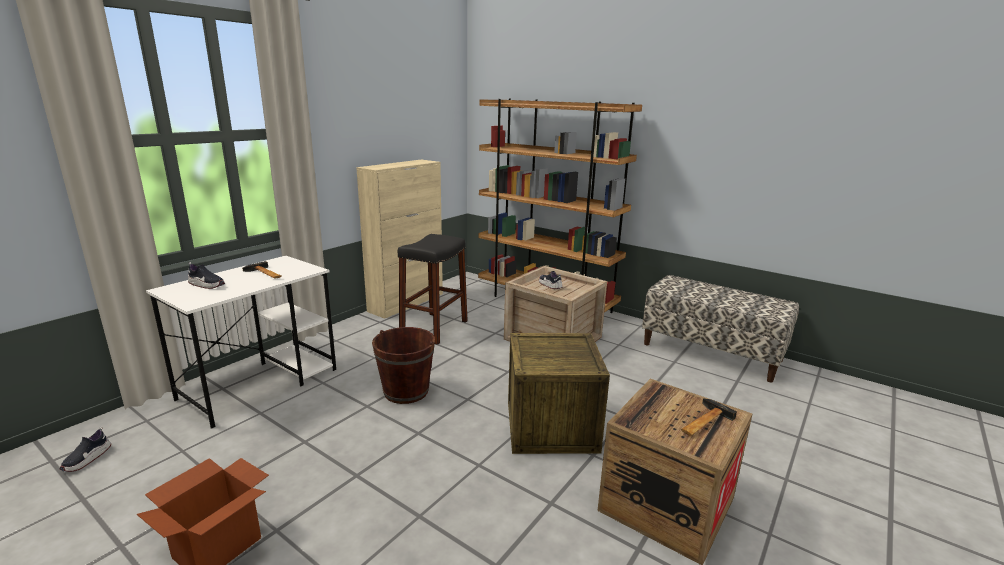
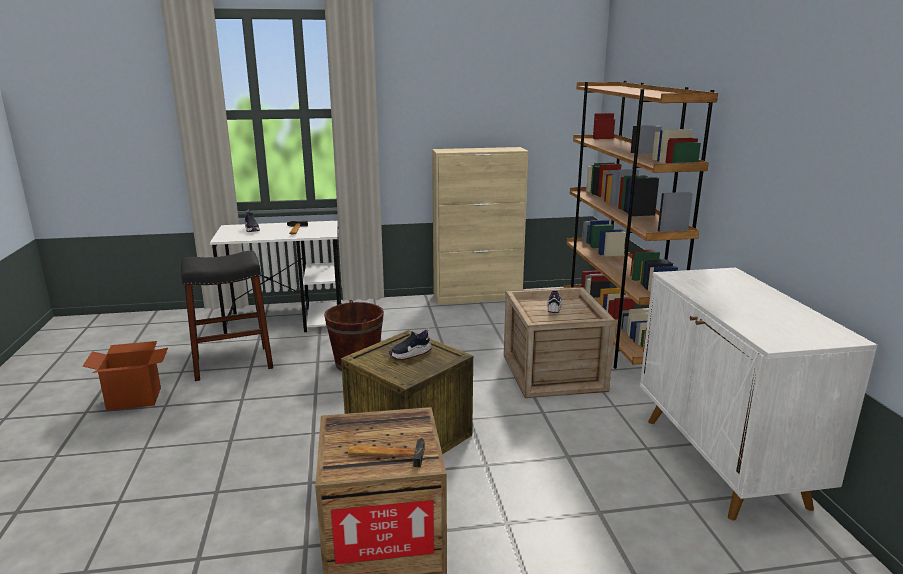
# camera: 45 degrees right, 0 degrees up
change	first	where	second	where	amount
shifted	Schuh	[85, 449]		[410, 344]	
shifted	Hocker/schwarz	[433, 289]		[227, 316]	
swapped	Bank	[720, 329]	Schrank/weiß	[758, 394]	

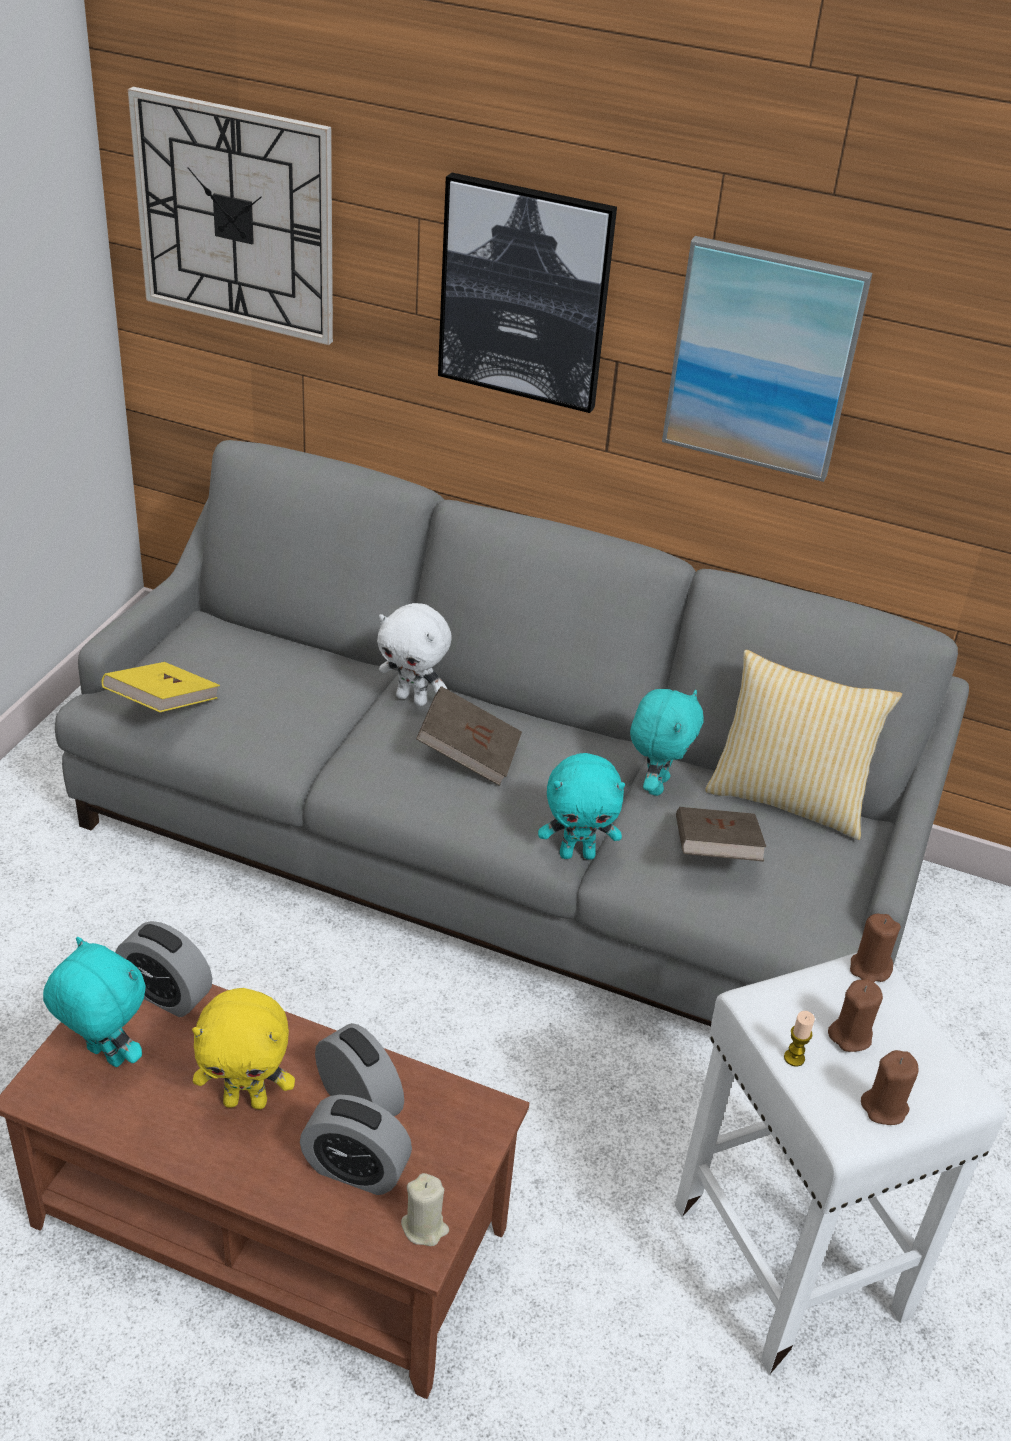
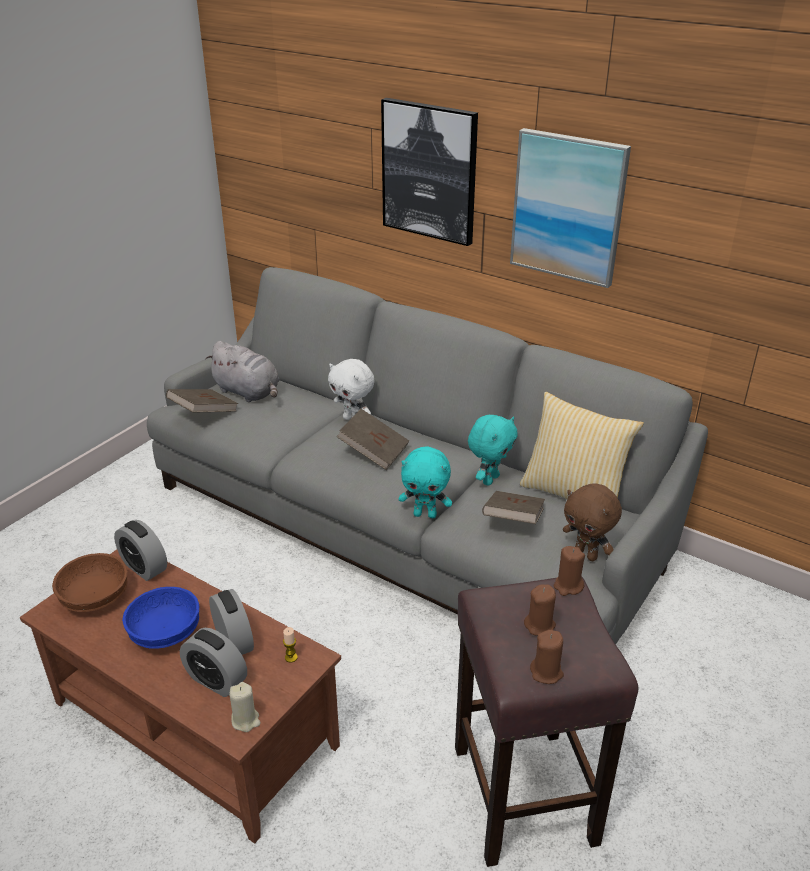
# camera: 15 degrees right, 5 degrees down
change	first	where	second	where	amount
gone	Wanduhr	[230, 216]			
new			Plüschtier/grau	[242, 371]	
new			Plüschtier/braun	[592, 522]	
shifted	Kerze	[799, 1039]		[290, 645]	
swapped	Plüschtier/türkis	[94, 1002]	Schüssel/braun	[90, 582]	
swapped	Plüschtier/gelb	[243, 1048]	Schüssel/blau	[160, 618]	
repainted	Buch/gelb	[161, 687]	Buch/braun	[202, 401]	
repainted	Hocker/weiß	[840, 1164]	Hocker/braun	[546, 722]	

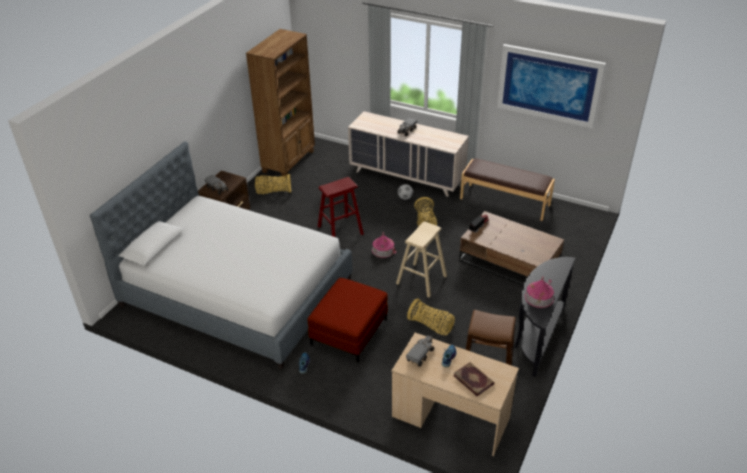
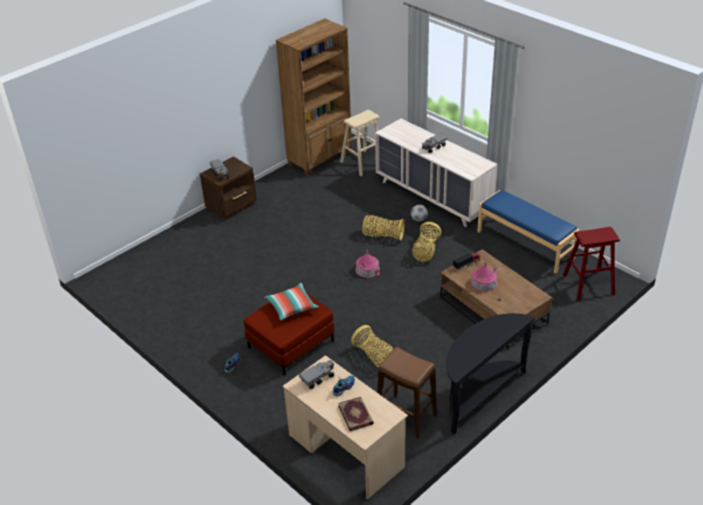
# camera: 20 degrees right, 0 degrees up
change	first	where	second	where	amount
gone	Bett	[221, 255]			
gone	Bild	[551, 86]			
new			Kissen	[291, 302]	
shifted	Korb	[273, 184]		[383, 228]	
shifted	Hocker/rot	[341, 207]		[591, 264]	
shifted	Hocker/beige	[421, 260]		[360, 143]	
shifted	Spielzeughaus	[539, 292]		[483, 277]	
repainted	Bank/braun	[507, 189]	Bank/blau	[528, 232]	

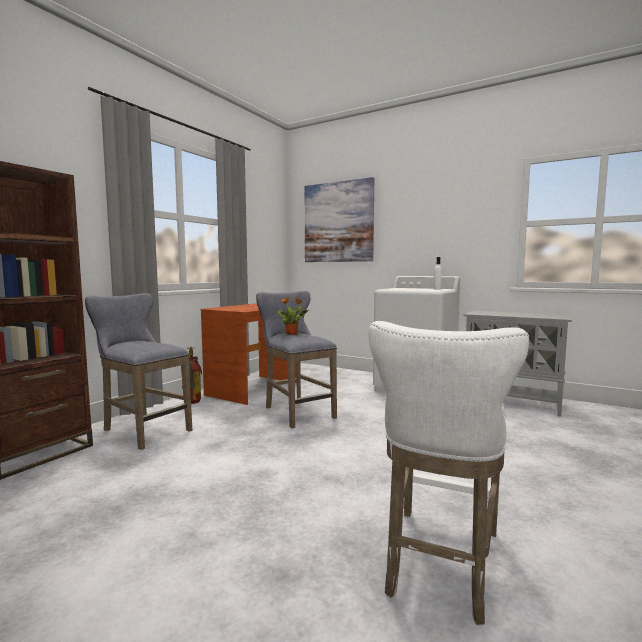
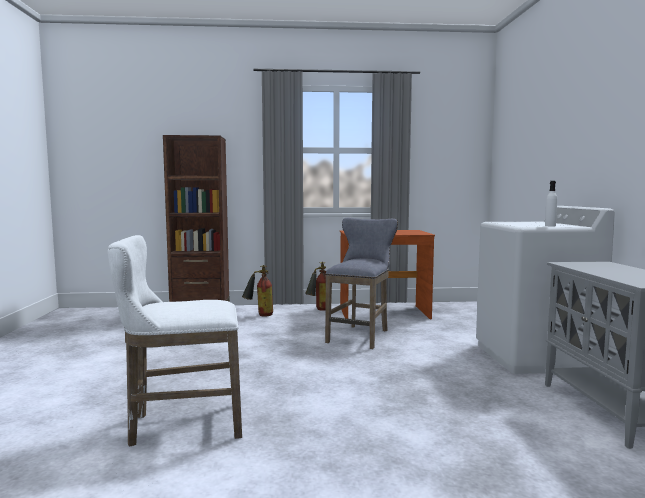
# camera: 55 degrees right, 0 degrees up
change	first	where	second	where	amount
gone	Topfpflanze	[292, 316]			
gone	Bild	[339, 219]			
swapped	Hocker/grau	[139, 371]	Feuerlöscher	[257, 291]	

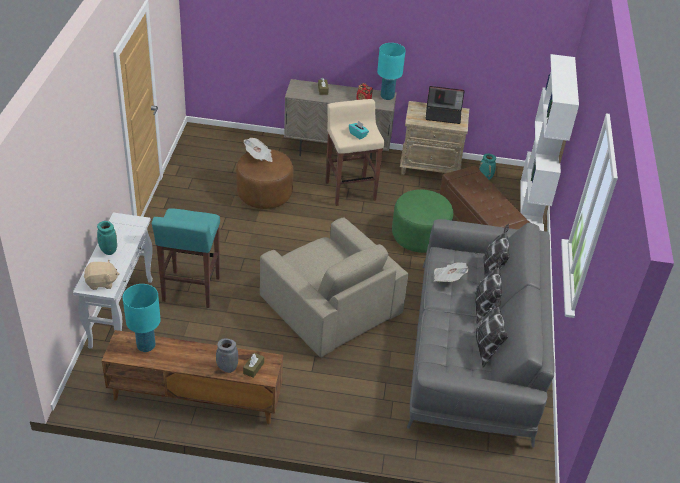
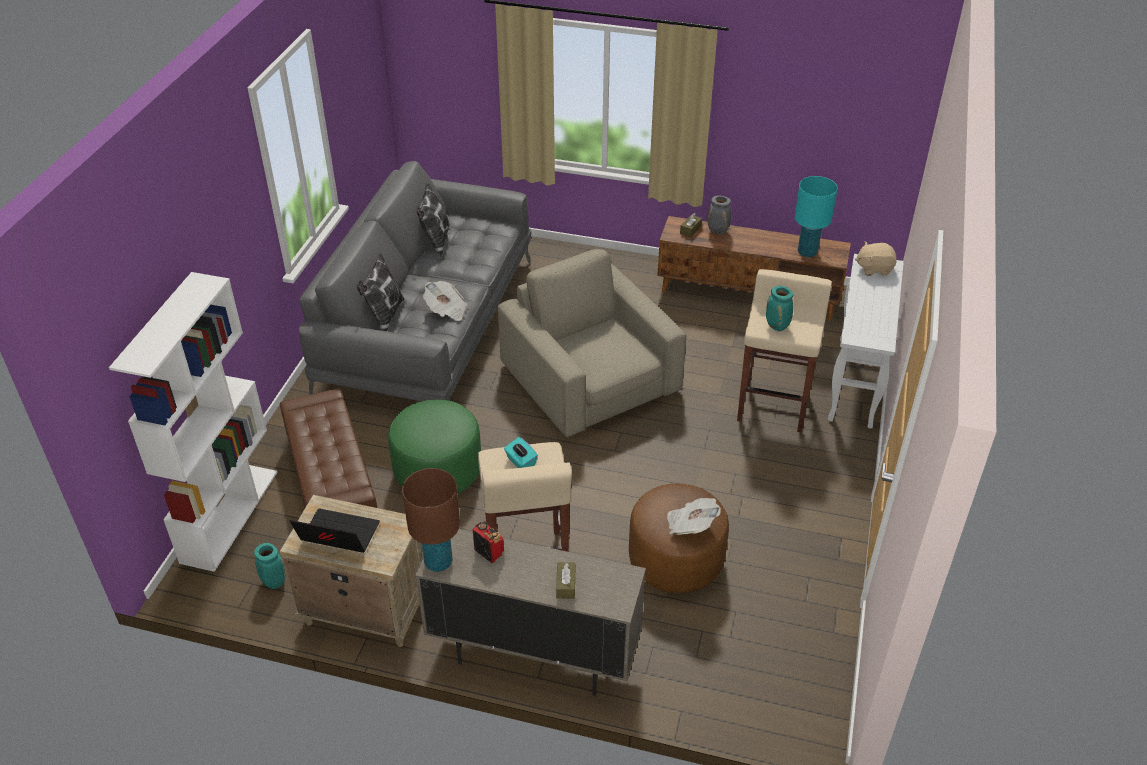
# camera: 170 degrees left, 0 degrees up
change	first	where	second	where	amount
gone	Kissen	[488, 291]			
shifted	Vase/türkis	[107, 238]		[779, 308]	
repainted	Hocker/türkis	[186, 258]	Hocker/beige	[784, 350]	
repainted	Tischlampe/türkis	[391, 71]	Tischlampe/braun	[431, 520]	

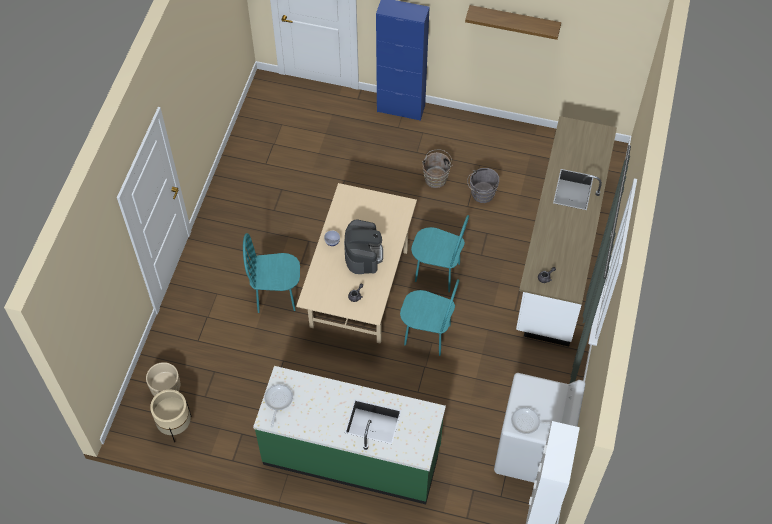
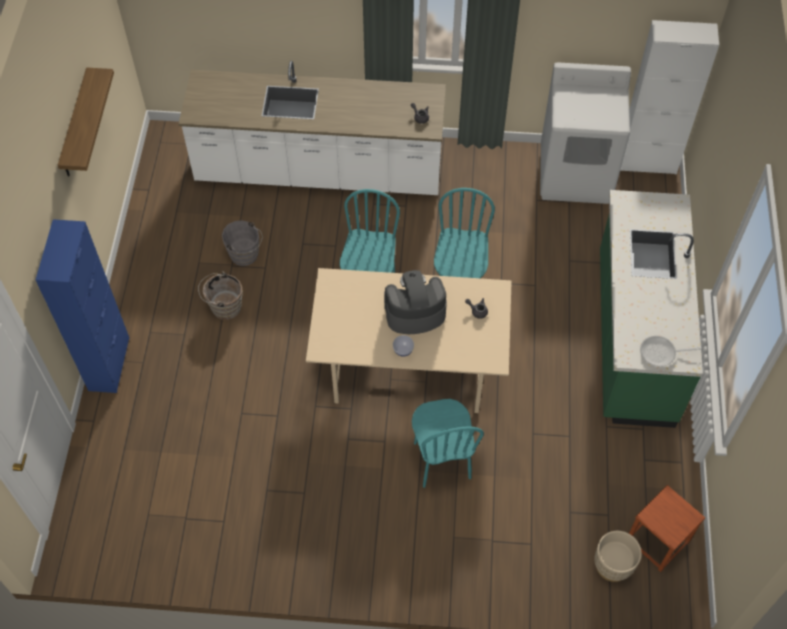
# camera: 100 degrees left, 0 degrees up
change	first	where	second	where	amount
gone	Pfanne	[531, 420]			
swapped	Pflanzkübel/beige	[171, 415]	Hocker/braun	[667, 528]	

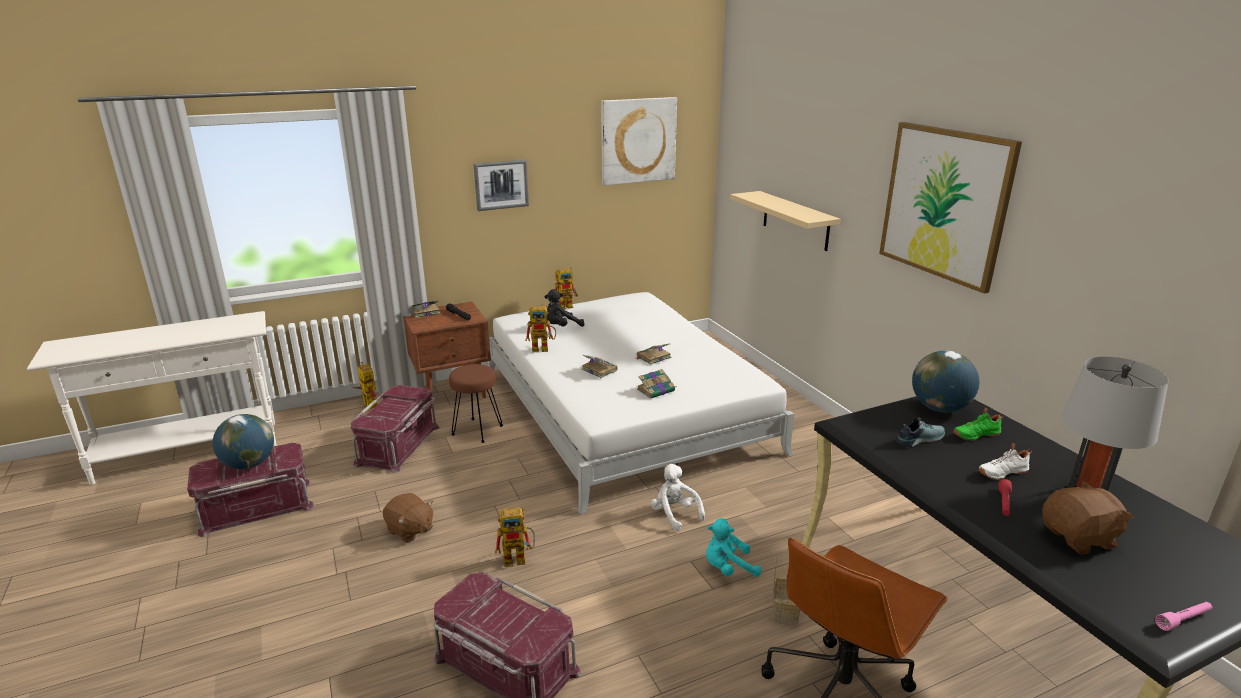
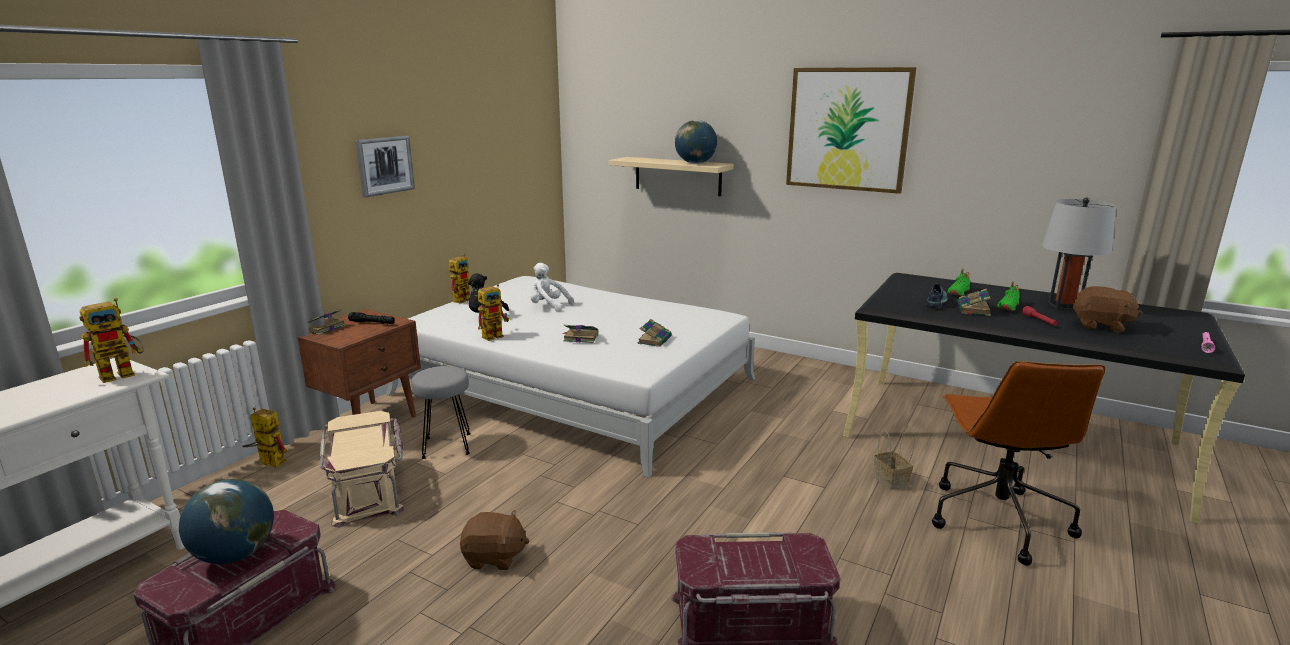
# camera: 35 degrees left, 5 degrees down
change	first	where	second	where	amount
gone	Bild	[639, 141]			
gone	Plüschtier/türkis	[733, 547]			
shifted	Spielzeugroboter	[515, 537]		[111, 340]	
shifted	Buch	[654, 354]		[974, 302]	
shifted	Plüschtier/weiß	[678, 497]		[552, 287]	
shifted	Globus	[945, 381]		[696, 142]	
repainted	Aufbewahrungsbox/rot	[395, 429]	Aufbewahrungsbox/beige	[362, 469]	
repainted	Hocker/braun	[476, 403]	Hocker/grau	[441, 412]	
repainted	Schuh/weiß	[1005, 461]	Schuh/grün	[1008, 296]	
rotated	Plüschtier/braun	[1088, 518]		[1107, 309]	75 degrees clockwise

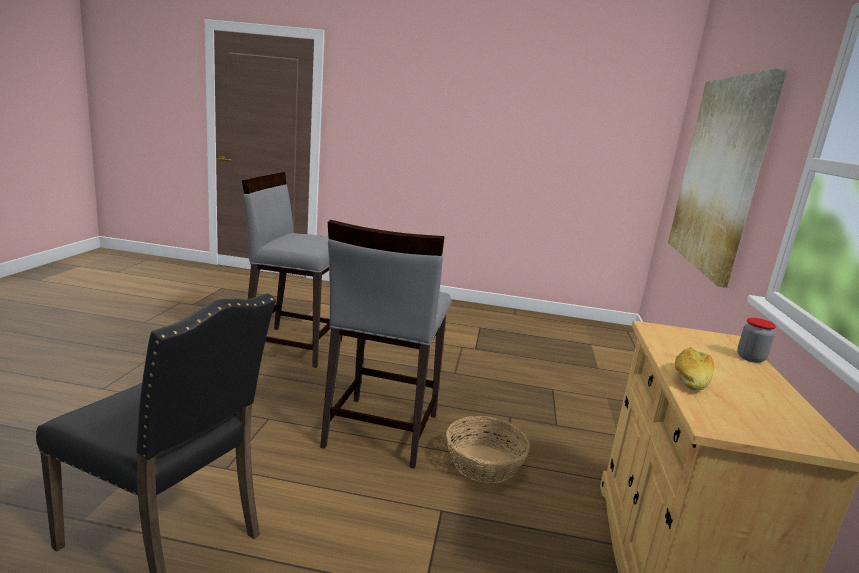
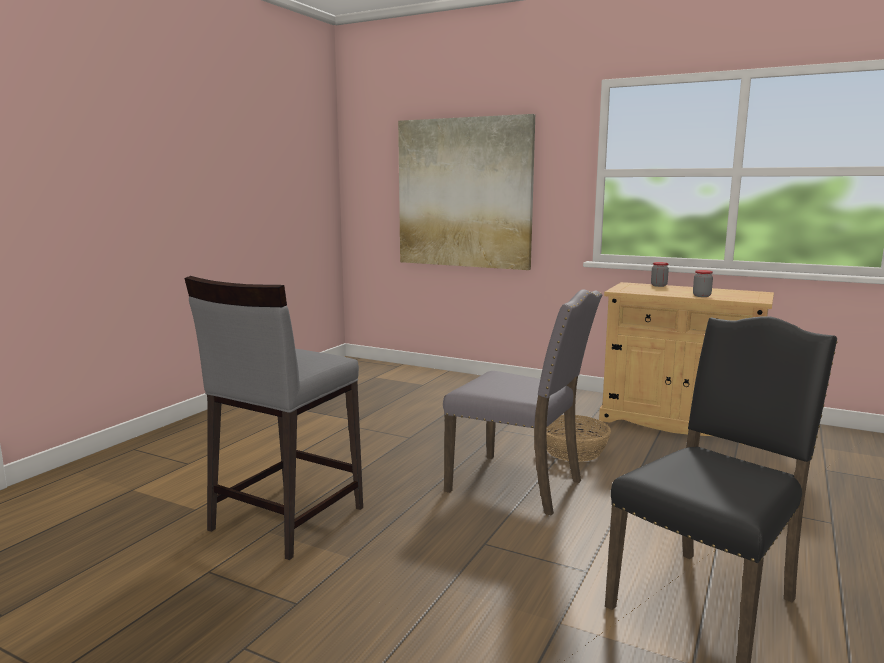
# camera: 70 degrees left, 5 degrees down
change	first	where	second	where	amount
swapped	Hocker/grau	[385, 344]	Stuhl/grau	[523, 403]	
swapped	Brot	[694, 369]	Vorratsglas	[703, 283]	

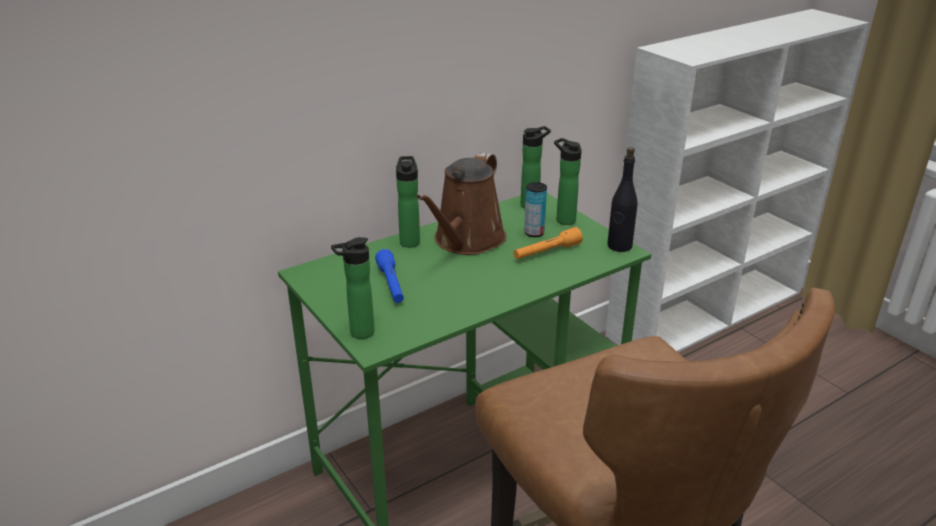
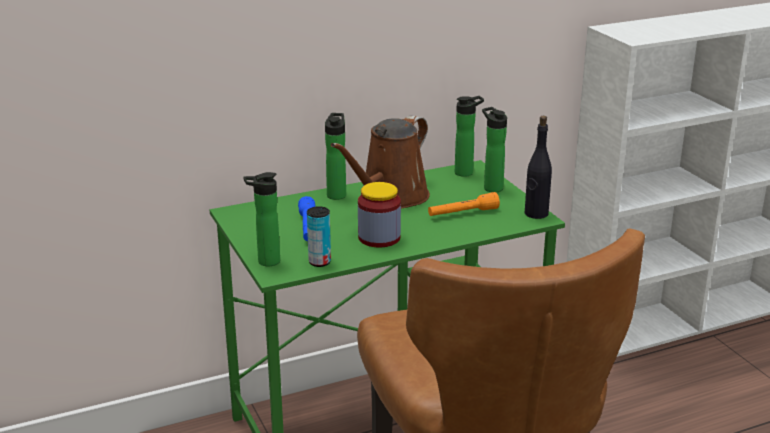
# camera: 10 degrees right, 5 degrees down
change	first	where	second	where	amount
new			Vorratsglas	[379, 215]	
shifted	Dose	[535, 209]		[319, 236]	

